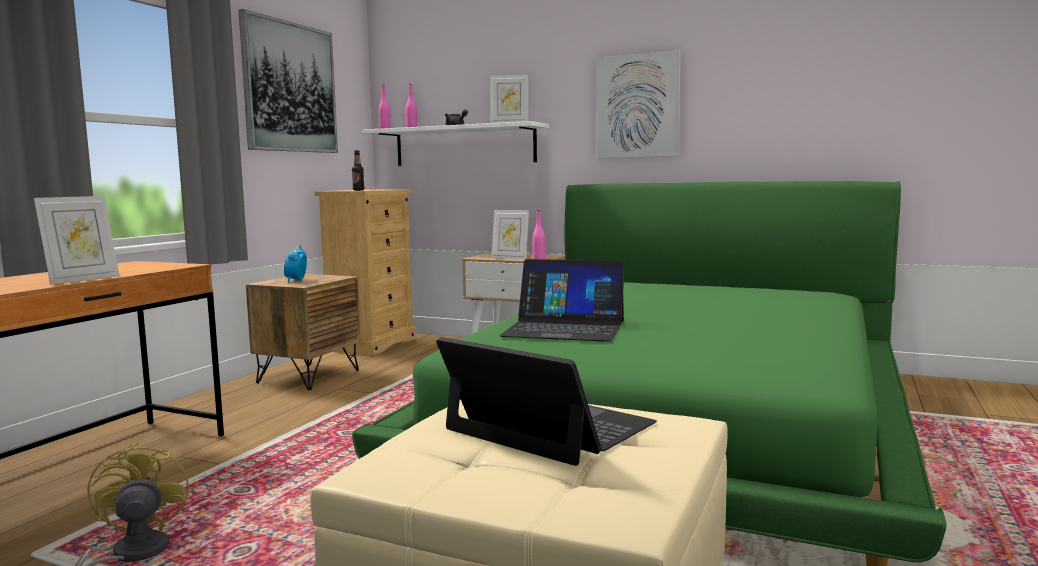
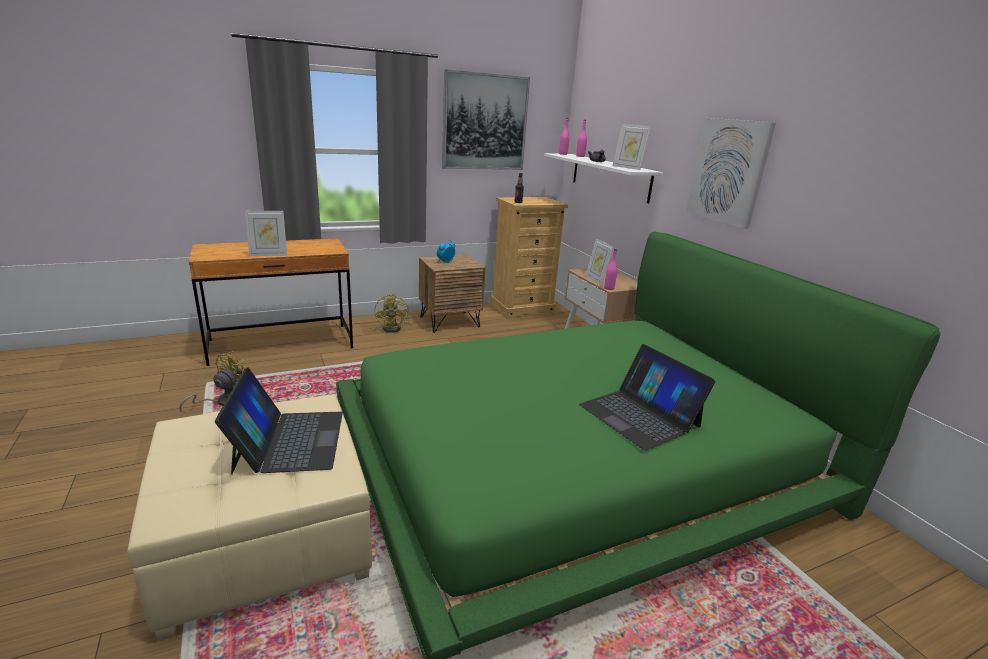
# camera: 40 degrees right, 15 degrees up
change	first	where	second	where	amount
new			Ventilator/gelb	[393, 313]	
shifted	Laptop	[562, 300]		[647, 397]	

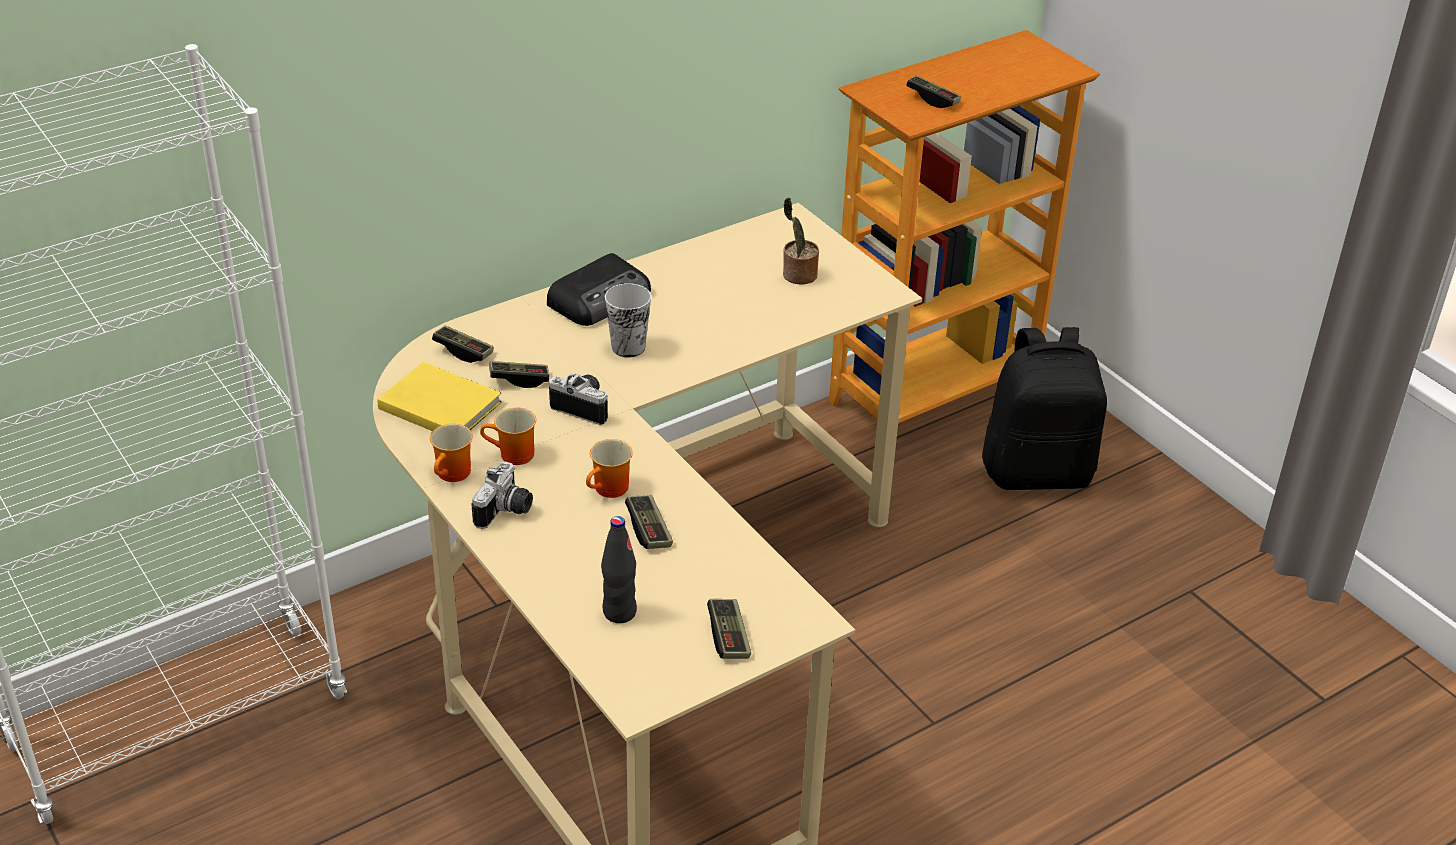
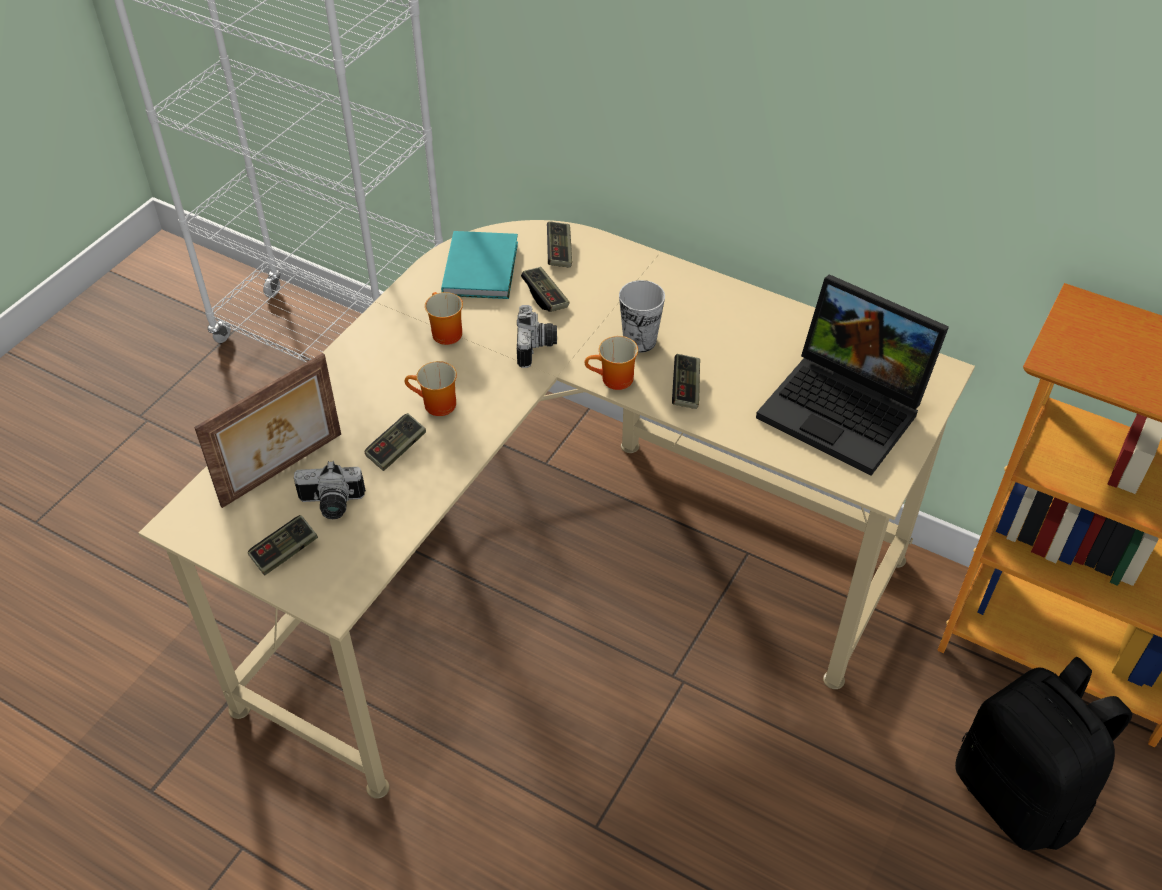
# camera: 65 degrees right, 10 degrees up
change	first	where	second	where	amount
gone	Radio	[599, 289]			
shifted	Henkelbecher	[451, 453]		[611, 363]	
shifted	Kamera	[502, 495]		[330, 490]	
shifted	Gamepad	[933, 91]		[686, 381]	
swapped	Flasche/schwarz	[619, 569]	Bilderrahmen	[267, 430]	
swapped	Topfpflanze	[801, 241]	Laptop	[852, 375]	
repainted	Buch/gelb	[439, 396]	Buch/türkis	[479, 265]	

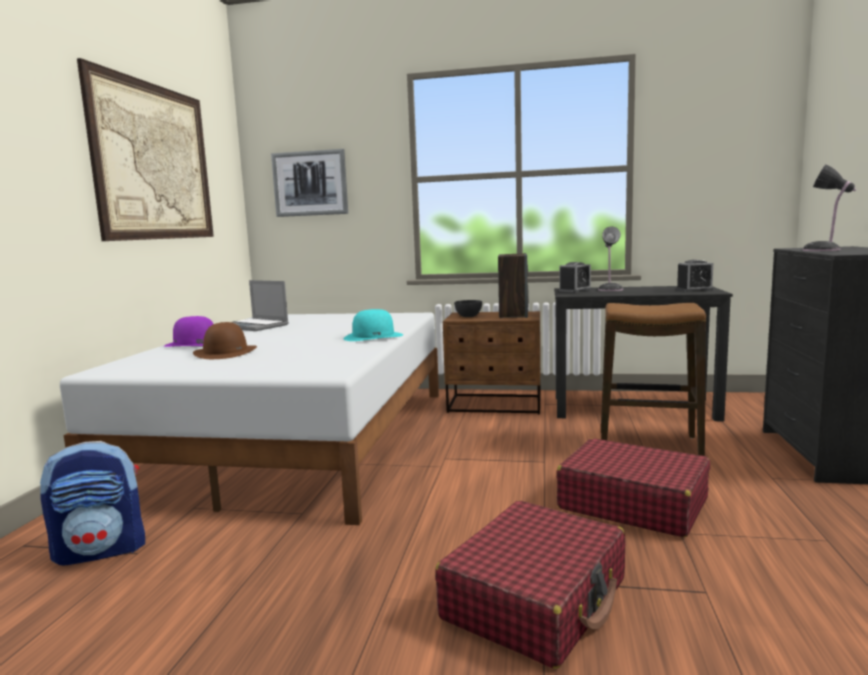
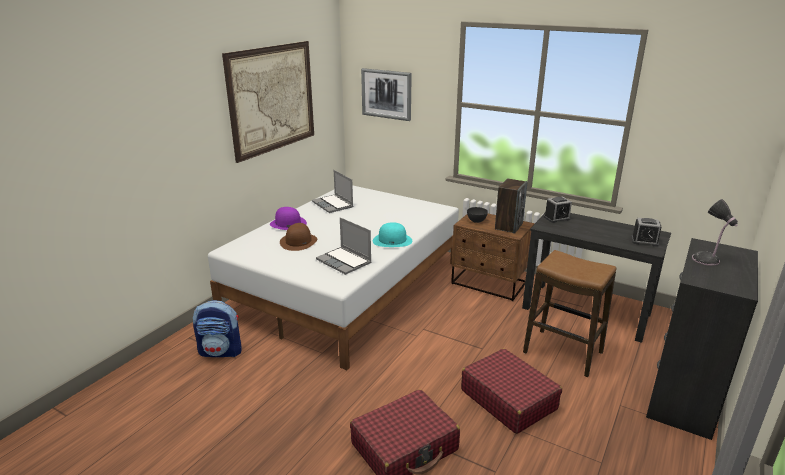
# camera: 20 degrees right, 15 degrees up
change	first	where	second	where	amount
gone	Tischlampe	[610, 258]			
new			Laptop	[343, 246]	

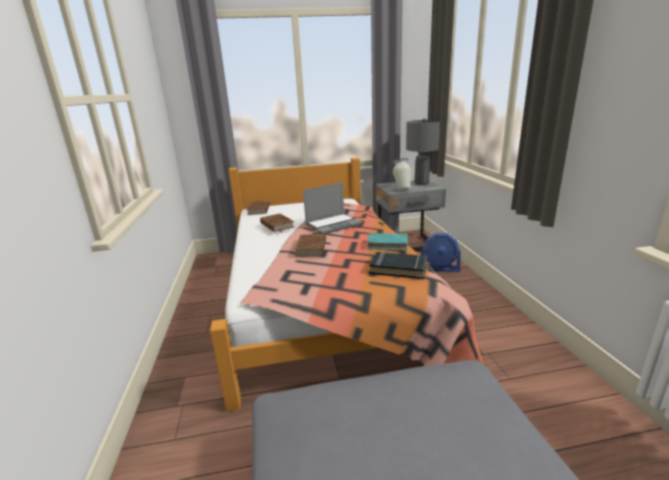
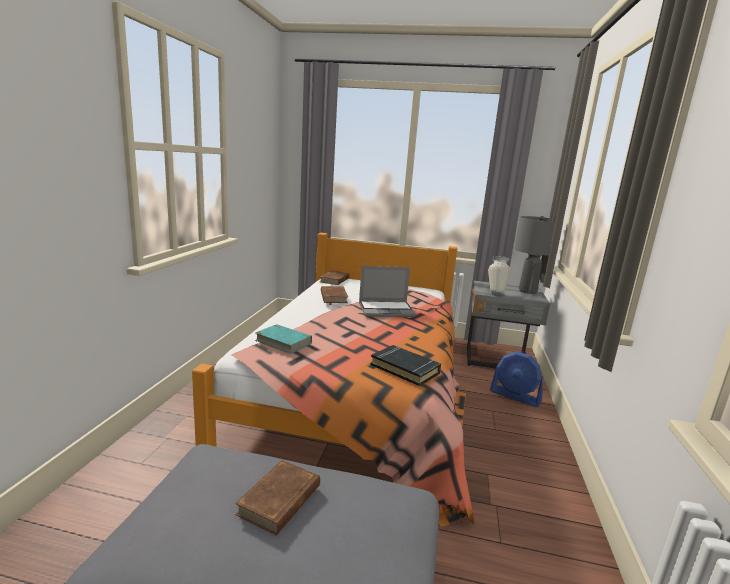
# camera: 20 degrees right, 5 degrees down
change	first	where	second	where	amount
shifted	Buch/braun	[310, 245]		[277, 497]	
shifted	Buch/türkis	[387, 242]		[283, 339]	

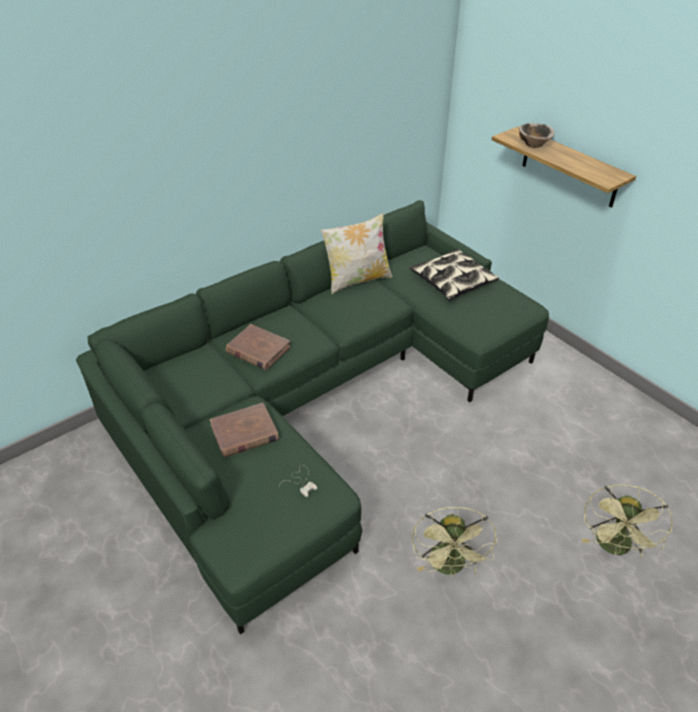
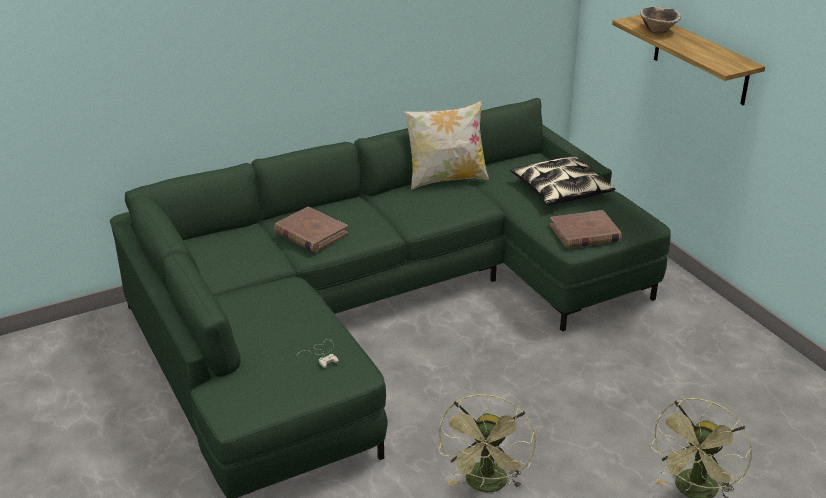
# camera: 10 degrees right, 10 degrees down
change	first	where	second	where	amount
shifted	Buch/braun	[244, 430]		[586, 229]	

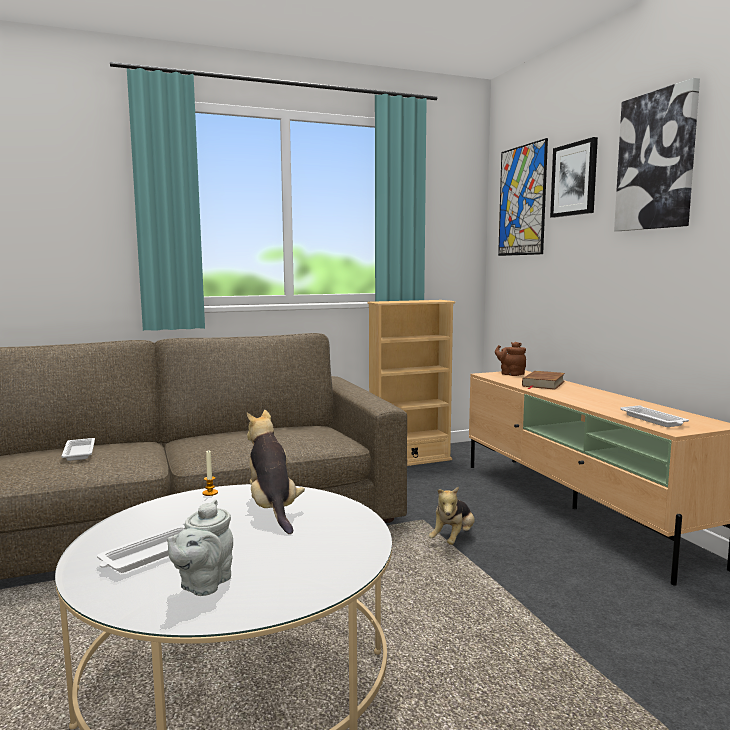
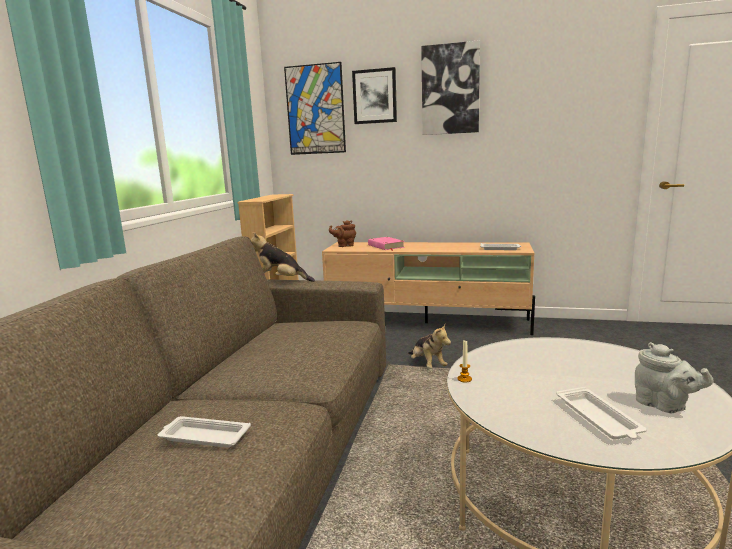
# camera: 55 degrees left, 5 degrees up
change	first	where	second	where	amount
shifted	Plüschtier	[276, 472]		[283, 257]	
repainted	Buch/braun	[543, 380]	Buch/rosa	[386, 244]	

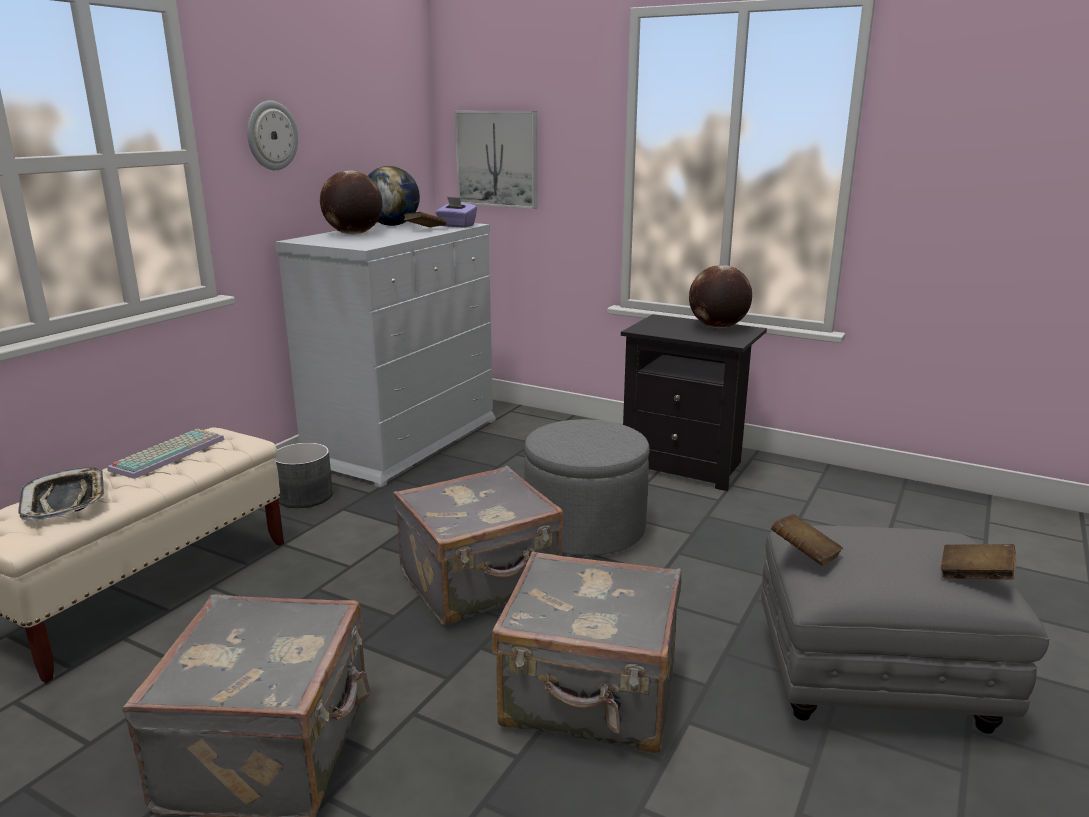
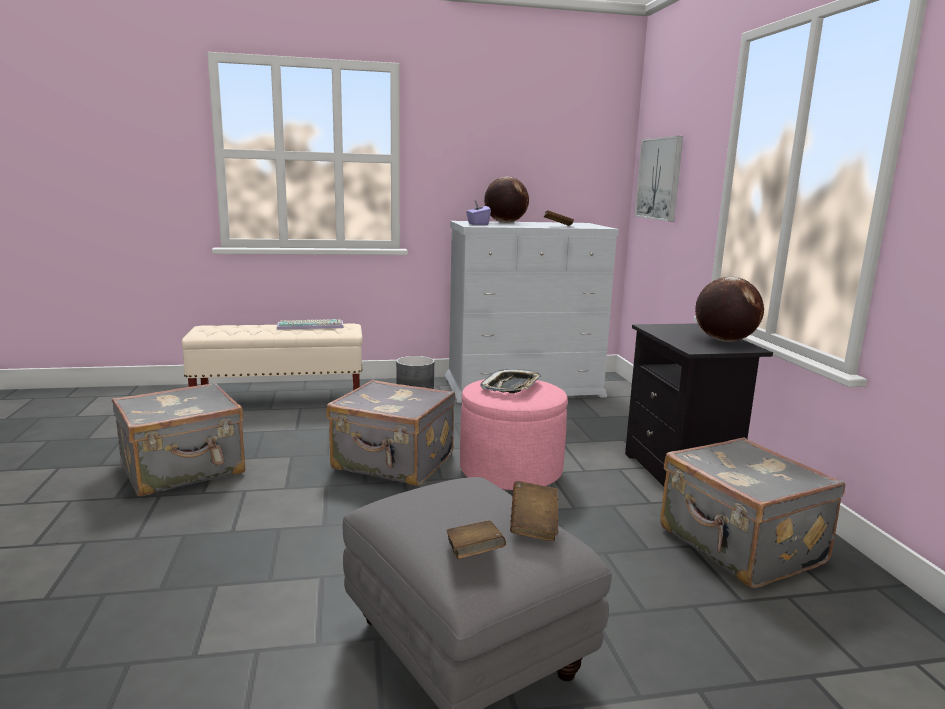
# camera: 50 degrees right, 5 degrees down
change	first	where	second	where	amount
gone	Wanduhr	[272, 135]			
gone	Globus	[394, 196]			
shifted	Tablett	[61, 494]		[511, 381]	
shifted	Taschentuchbox/lila	[456, 212]		[478, 212]	
shifted	Koffer/grau	[586, 652]		[752, 513]	
shifted	Buch/braun	[807, 540]		[534, 511]	
repainted	Polsterhocker/grau	[587, 487]	Polsterhocker/rosa	[514, 434]	

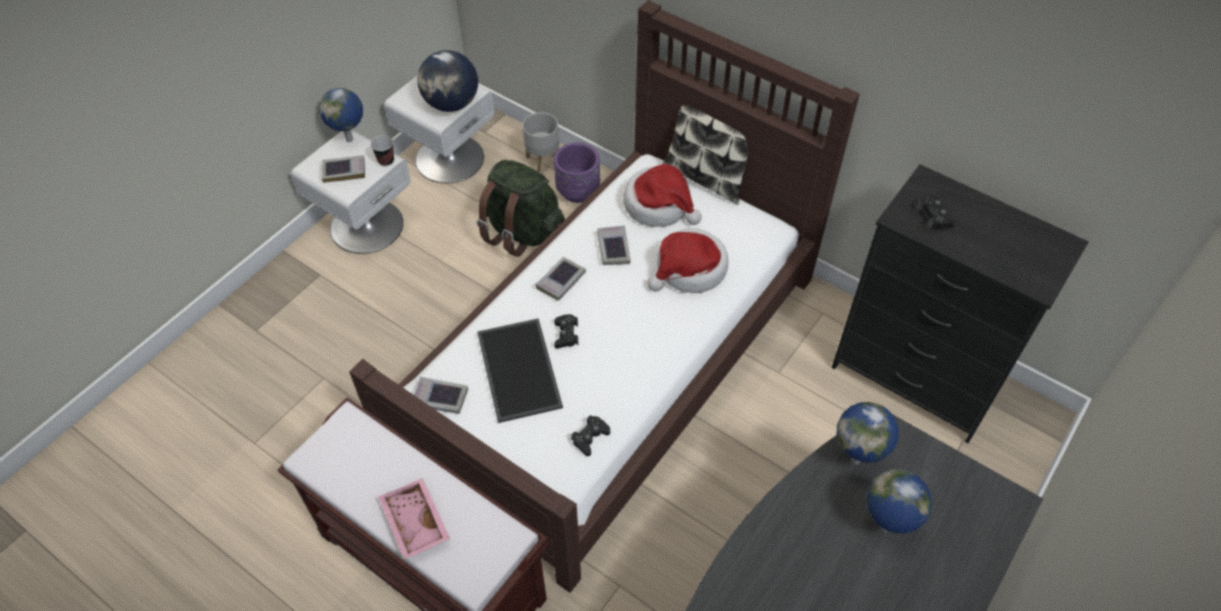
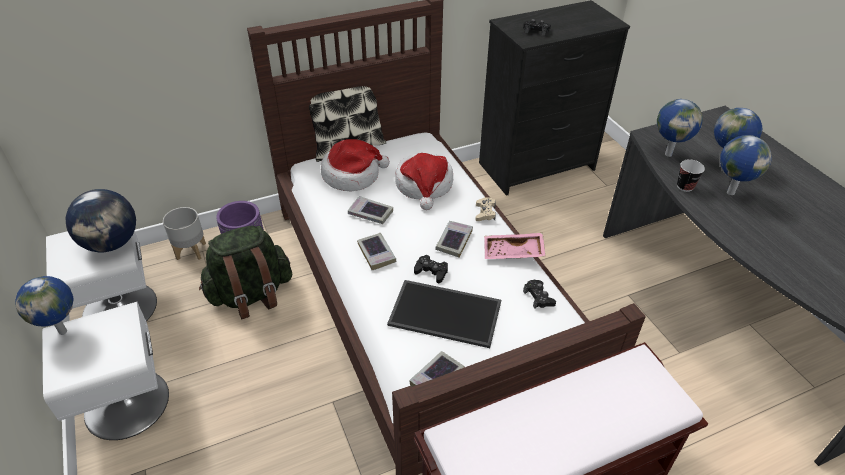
# camera: 60 degrees left, 10 degrees down
change	first	where	second	where	amount
new			Gamepad/beige	[485, 209]	
new			Globus	[746, 165]	
shifted	Buch	[343, 169]		[454, 239]	
shifted	Tasse	[382, 150]		[691, 175]	
shifted	Tablett/rosa	[414, 519]		[514, 246]	

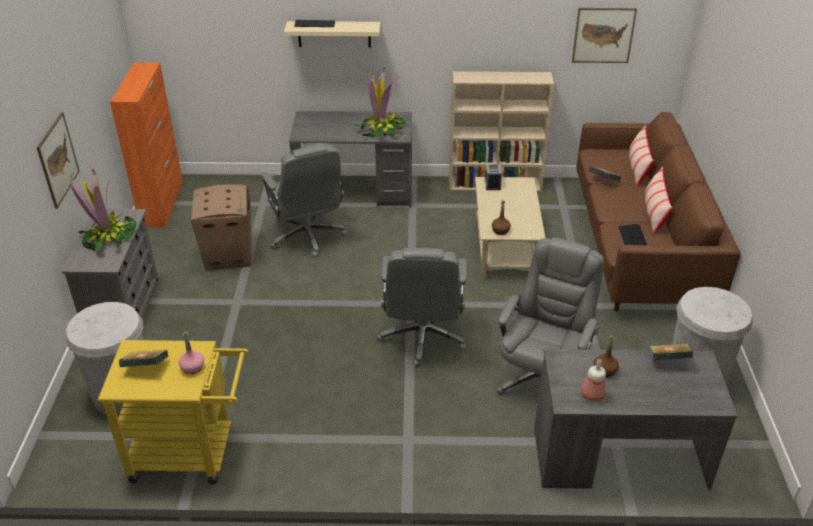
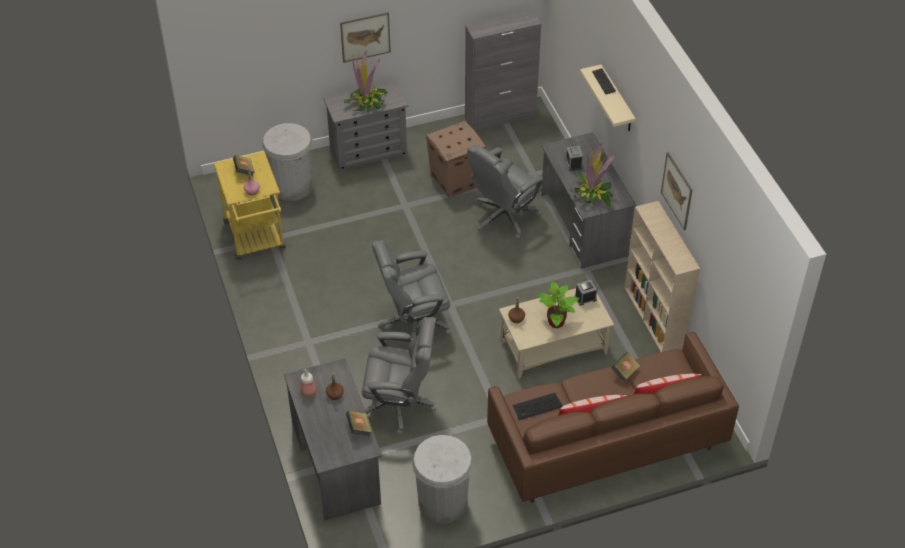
# camera: 70 degrees right, 10 degrees up
change	first	where	second	where	amount
new			Topfpflanze	[559, 304]	
new			Wecker	[574, 158]	
shifted	Bild	[604, 35]		[676, 191]	
repainted	Schrank/orange	[146, 144]	Schrank/grau	[503, 71]	

